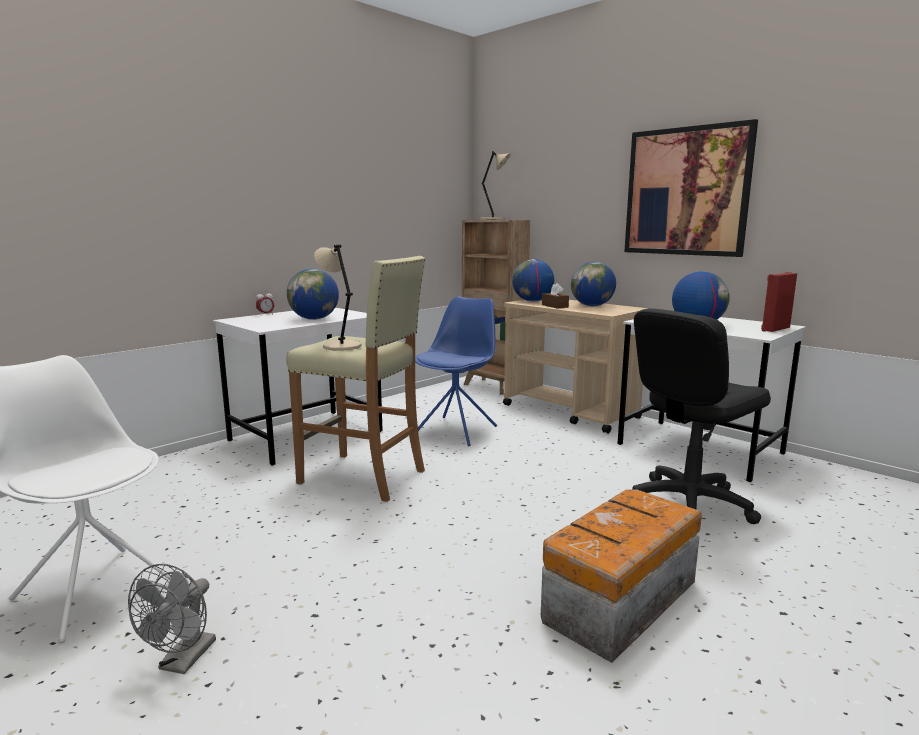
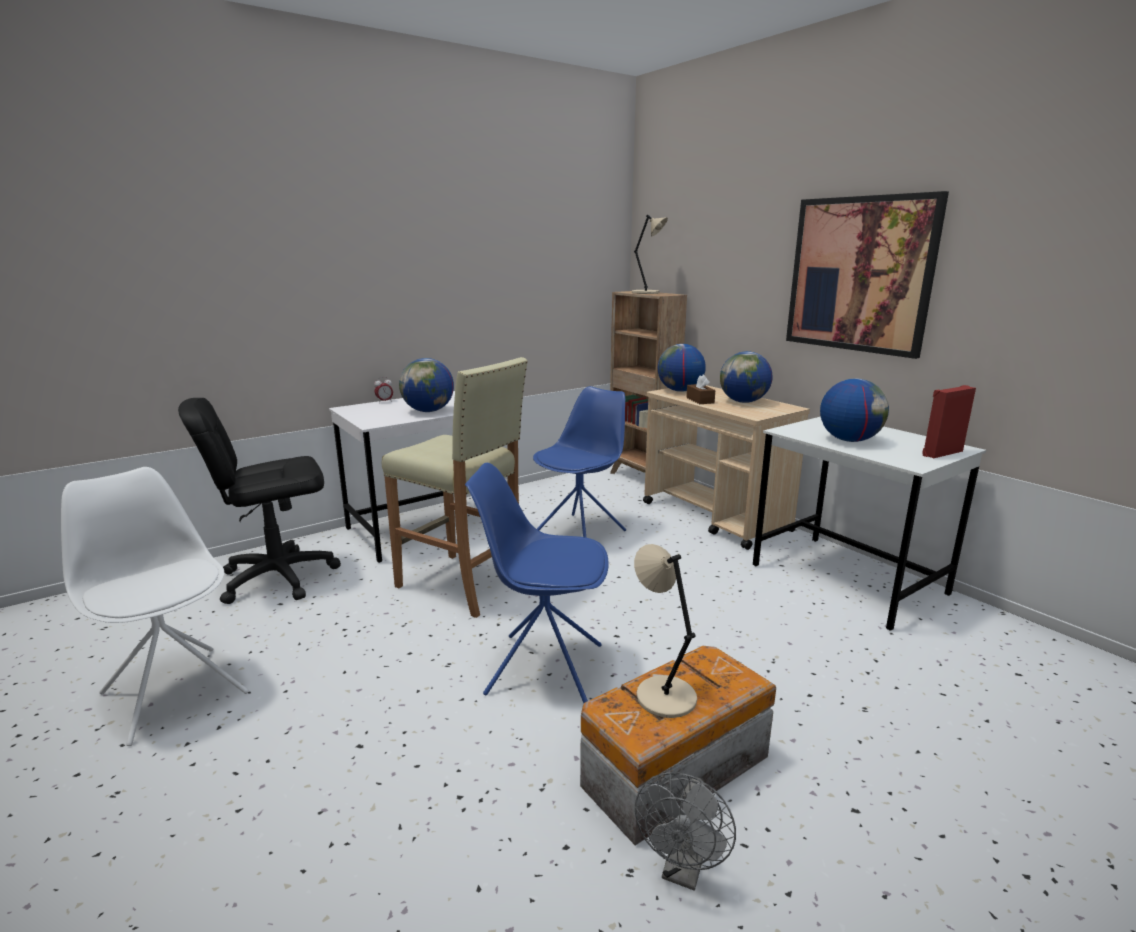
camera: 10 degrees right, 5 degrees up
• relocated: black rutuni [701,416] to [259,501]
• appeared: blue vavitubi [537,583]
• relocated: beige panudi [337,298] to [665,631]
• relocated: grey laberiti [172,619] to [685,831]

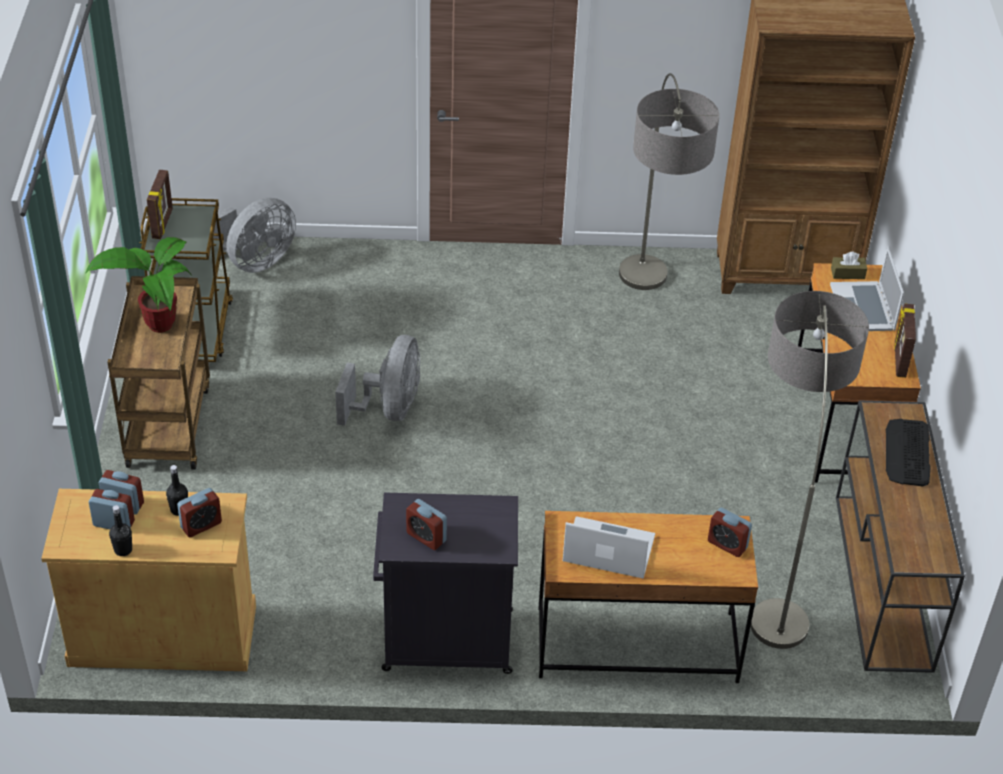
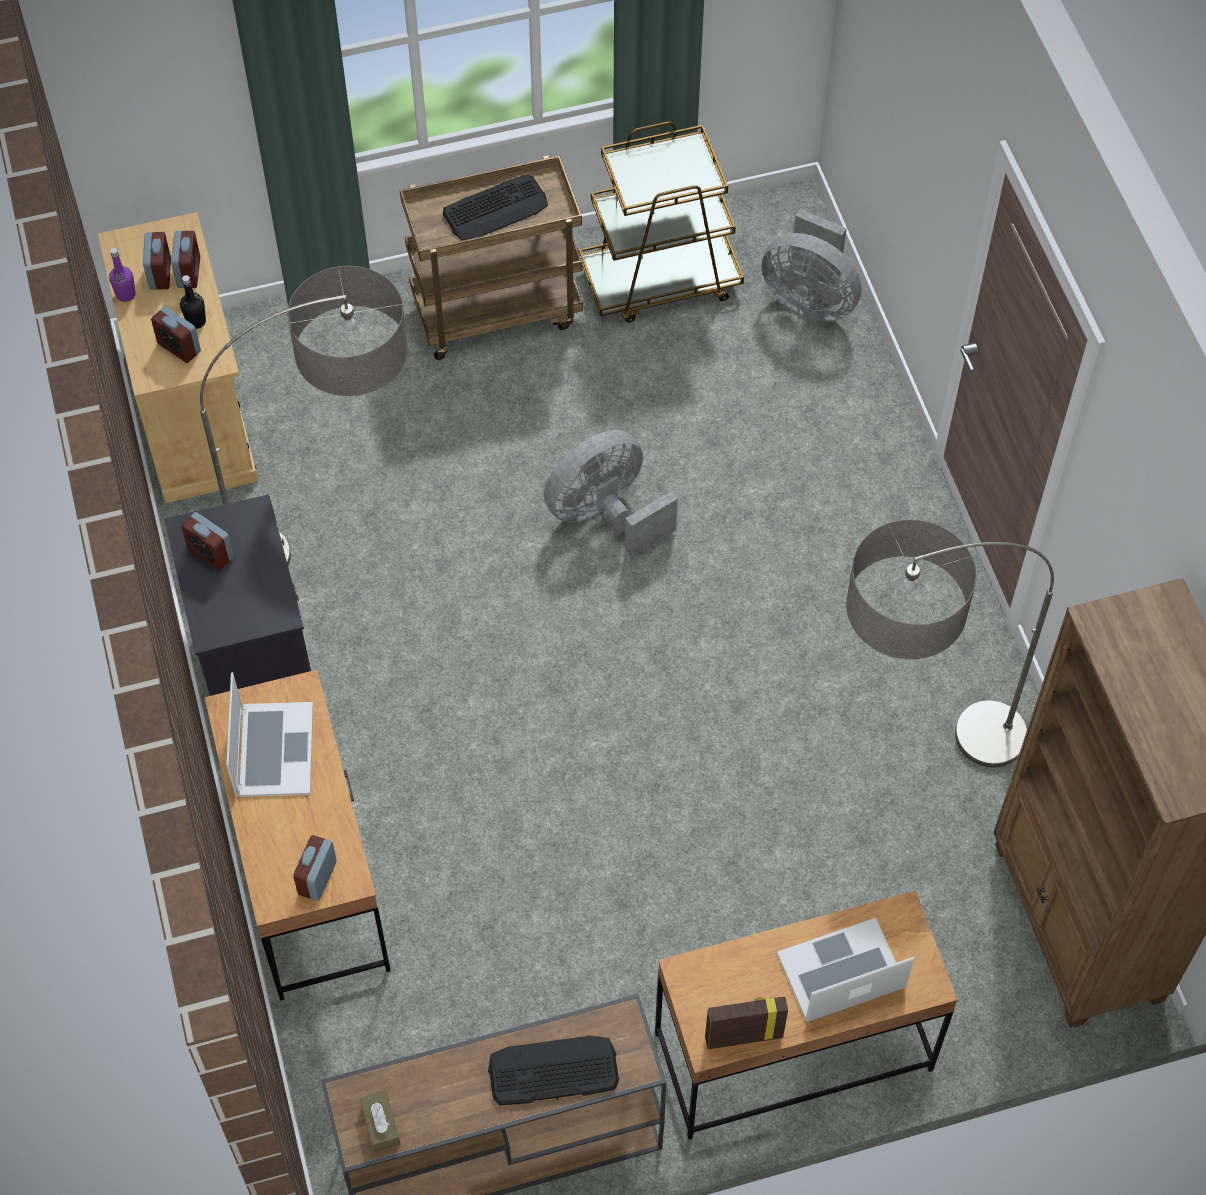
camera: 75 degrees right, 15 degrees up
• colour: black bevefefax [120,530] to purple bevefefax [122,275]
• spun: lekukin [426,524] = [207,541] 75 degrees counterclockwise
• relocated: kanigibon [809,470] to [304,416]
• relocated: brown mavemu [849,265] to [380,1121]
• exchanged: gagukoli [138,285] to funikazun [495,207]
• spun: grey laberiti [377,380] = [611,493] 150 degrees clockwise
• missing: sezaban [160,204]

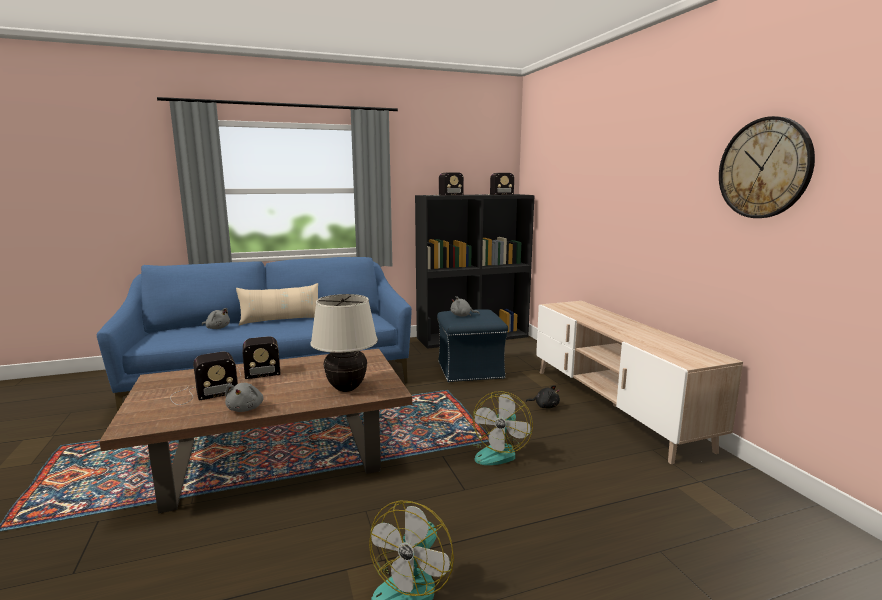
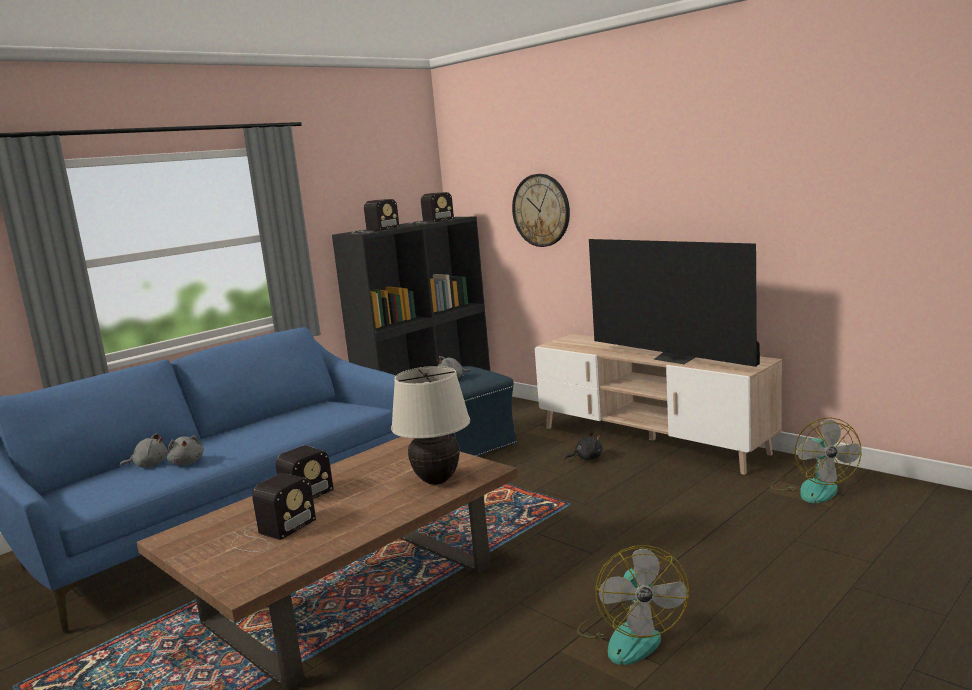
camera: 25 degrees left, 0 degrees up
• relocated: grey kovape [244,397] to [185,450]
• relocated: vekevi [767,167] to [541,210]
• appeared: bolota [674,303]
• relocated: laberiti [502,428] to [816,460]
• missing: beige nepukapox [277,304]

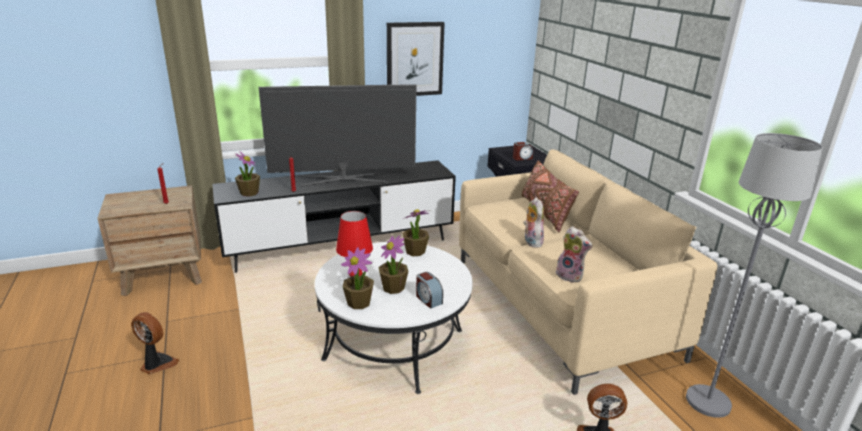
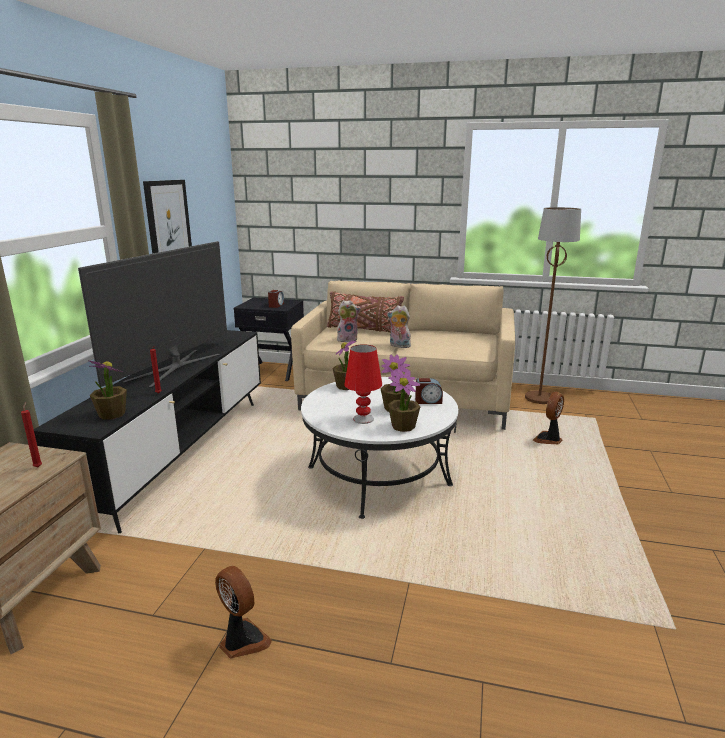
camera: 55 degrees left, 5 degrees down
• spun: laberiti [155,343] = [243,612] 75 degrees clockwise
• relocated: kovape [574,254] to [349,321]
• colour: grey kanigibon [754,275] to brown kanigibon [553,305]

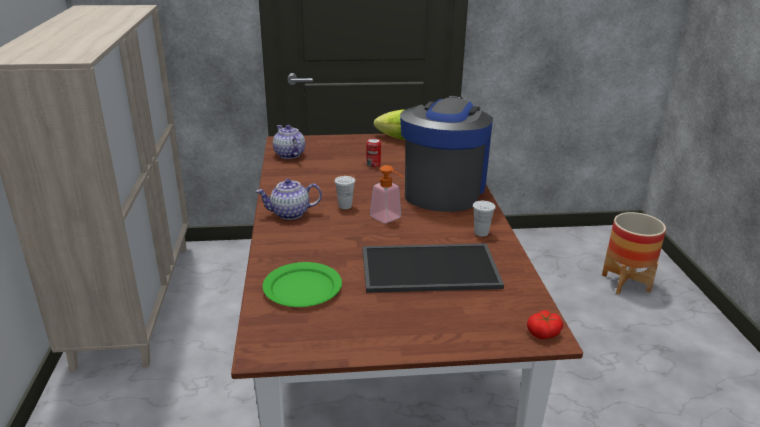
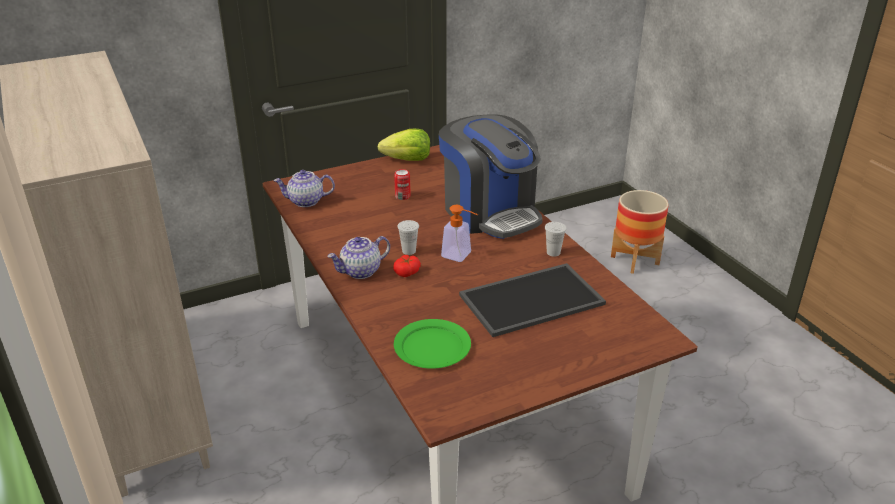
camera: 20 degrees left, 5 degrees up
• spun: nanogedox [289,142] = [304,188] 45 degrees counterclockwise
• relocated: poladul [545,324] to [407,266]
• spun: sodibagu [446,154] = [491,176] 150 degrees clockwise

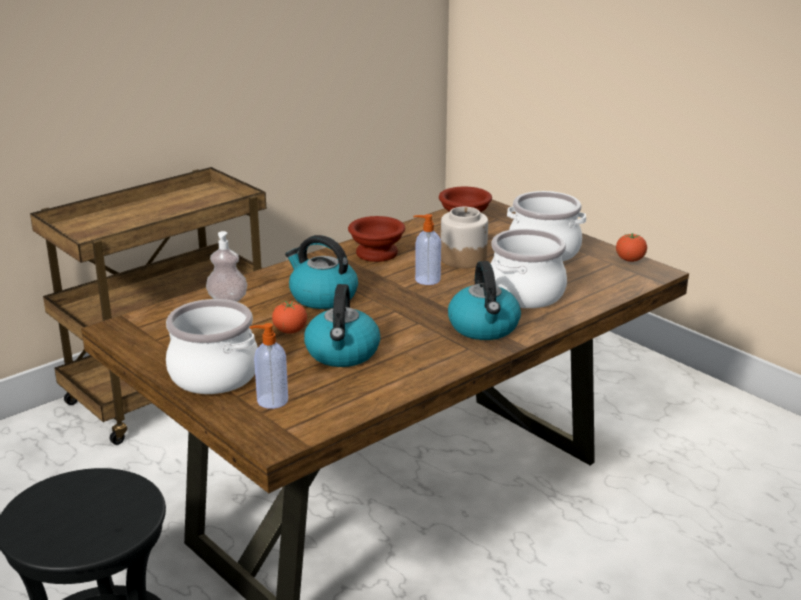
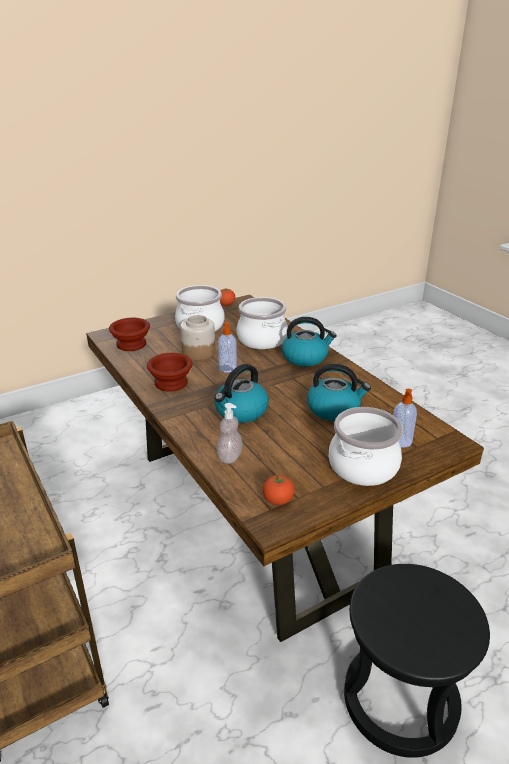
camera: 80 degrees left, 5 degrees up
• relocated: poladul [289,317] to [279,489]

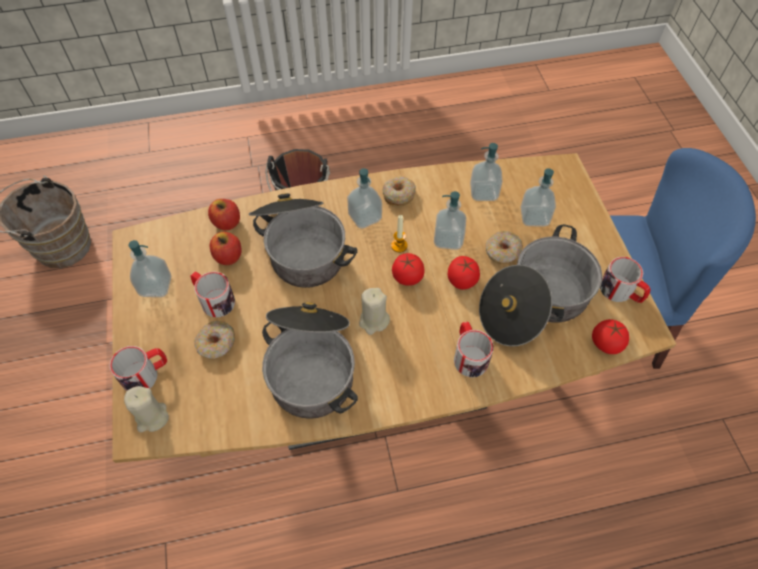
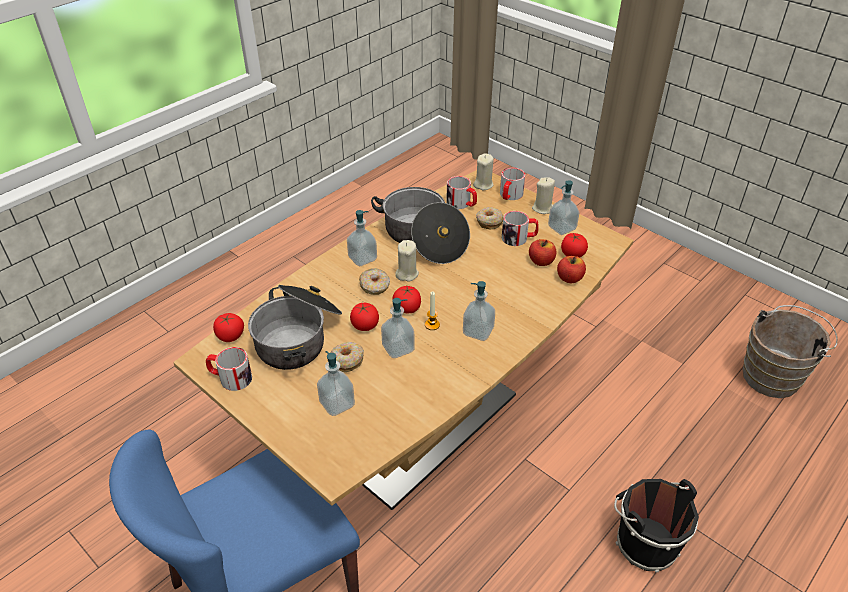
camera: 145 degrees right, 15 degrees down
• relocated: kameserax [486,172] to [362,238]
• relocated: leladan [399,192] to [374,281]
• relocated: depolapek [474,349] to [461,192]
• appeared: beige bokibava [543,195]
• appeared: poladul [574,245]
• missing: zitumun [303,240]

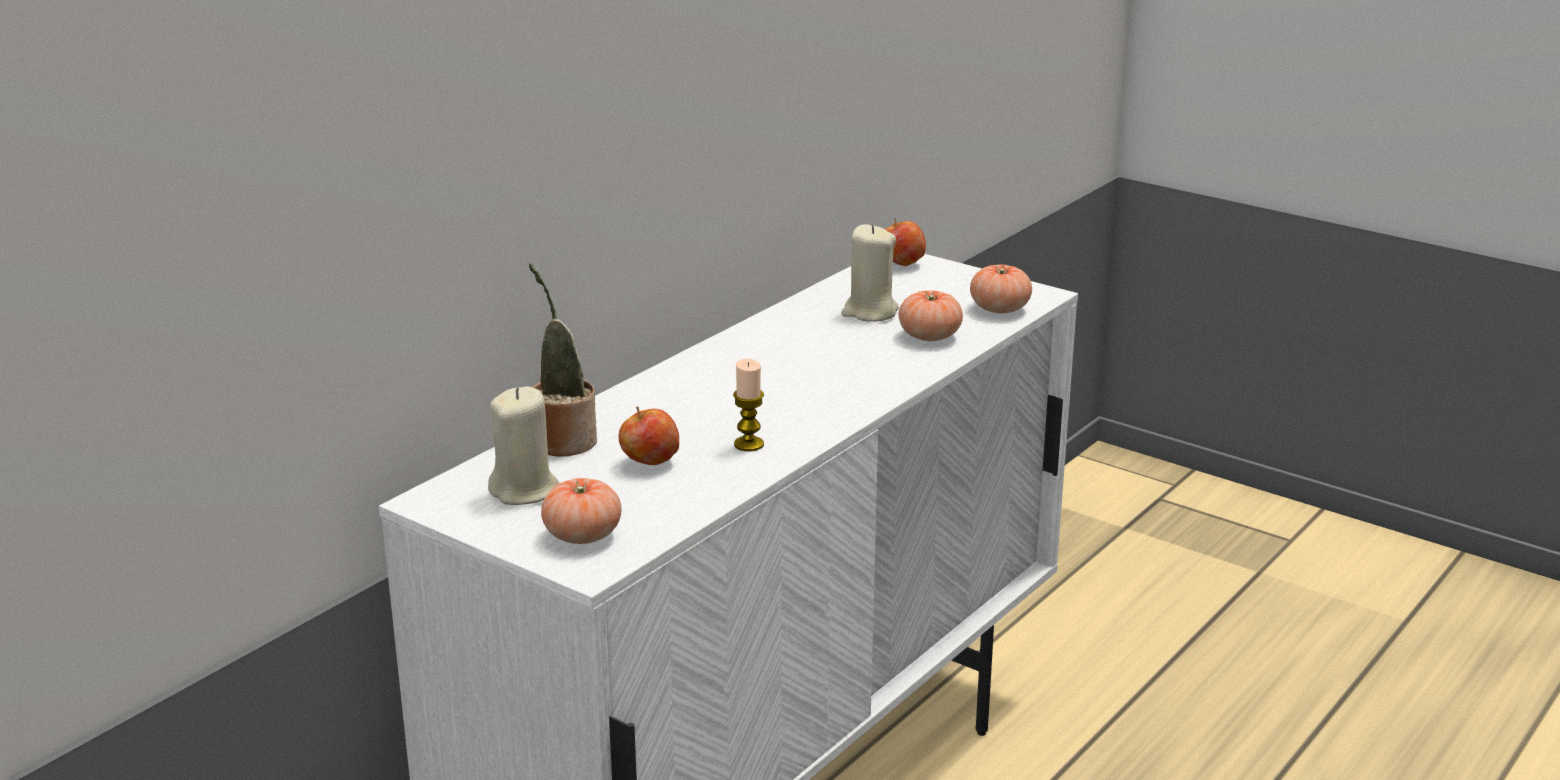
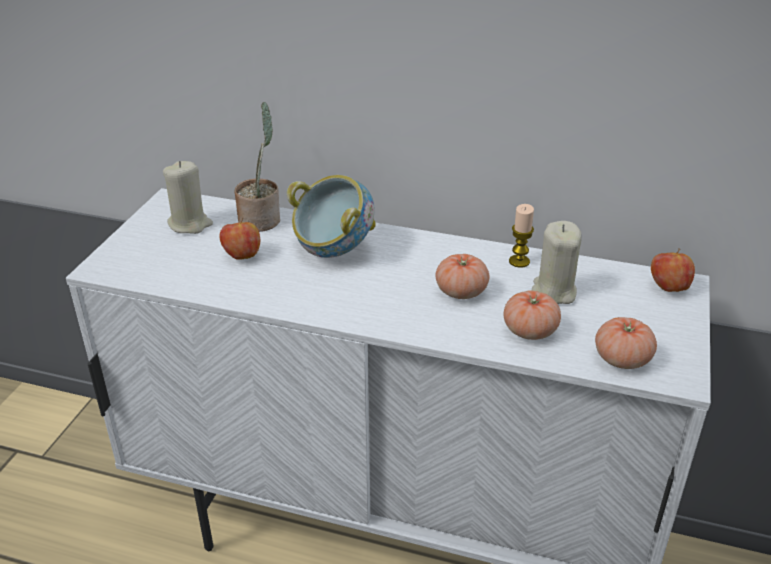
camera: 70 degrees right, 10 degrees up
• appeared: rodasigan [331,216]
• relocated: poladul [581,511] to [462,276]
• relocated: bokibava [748,405] to [521,236]

